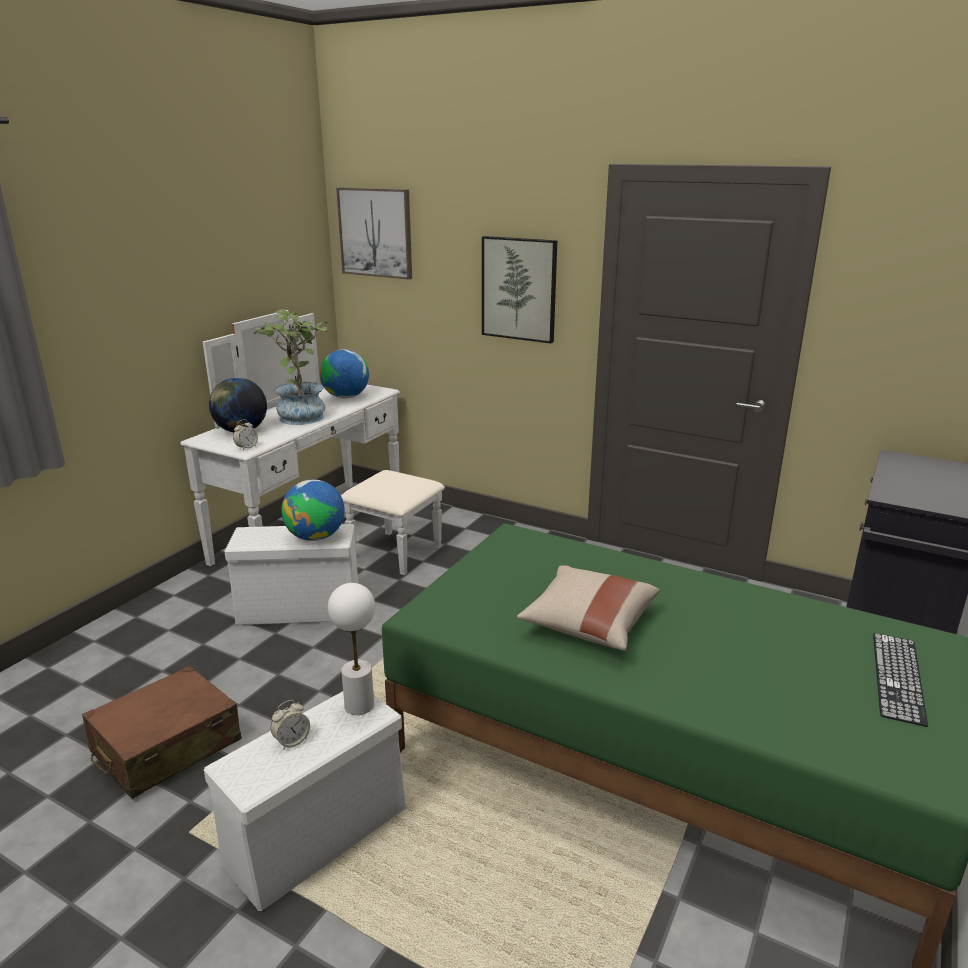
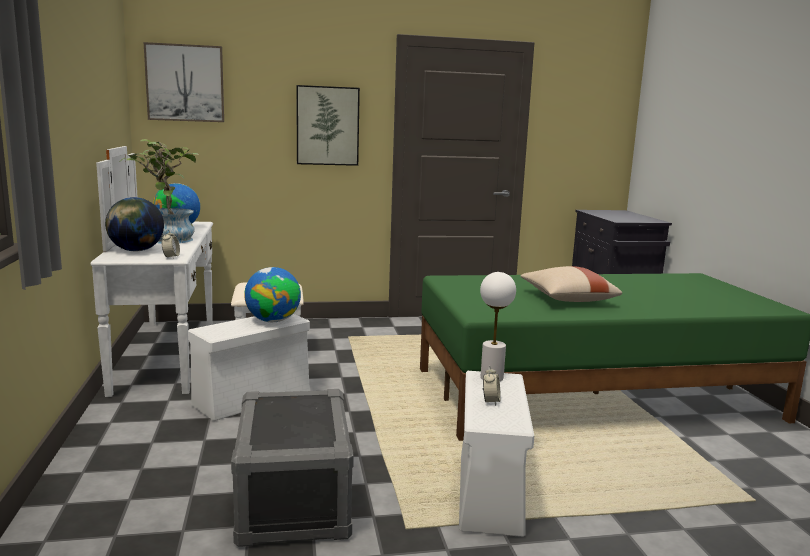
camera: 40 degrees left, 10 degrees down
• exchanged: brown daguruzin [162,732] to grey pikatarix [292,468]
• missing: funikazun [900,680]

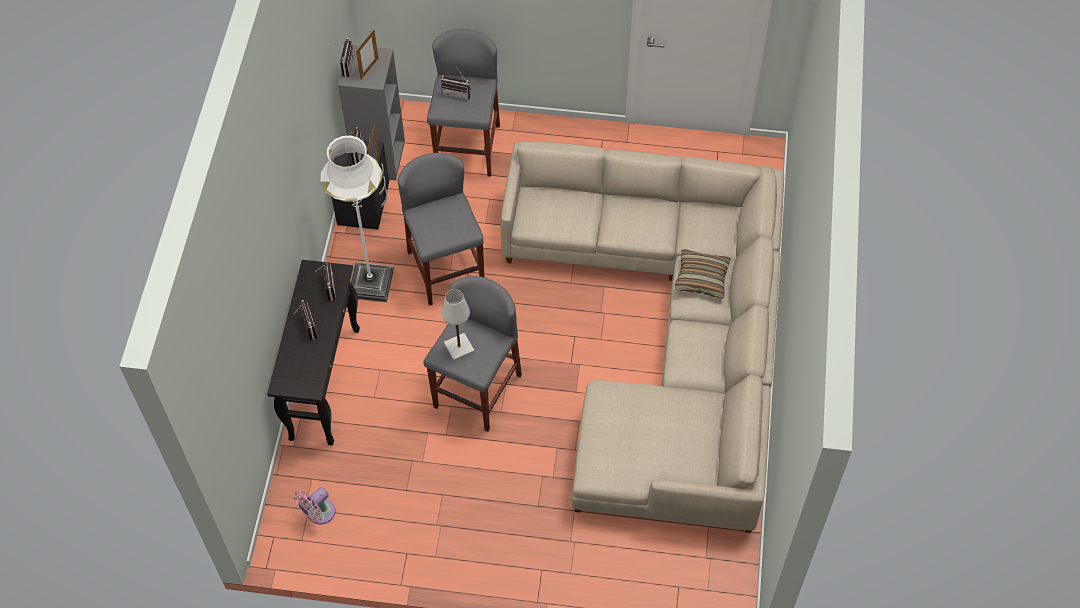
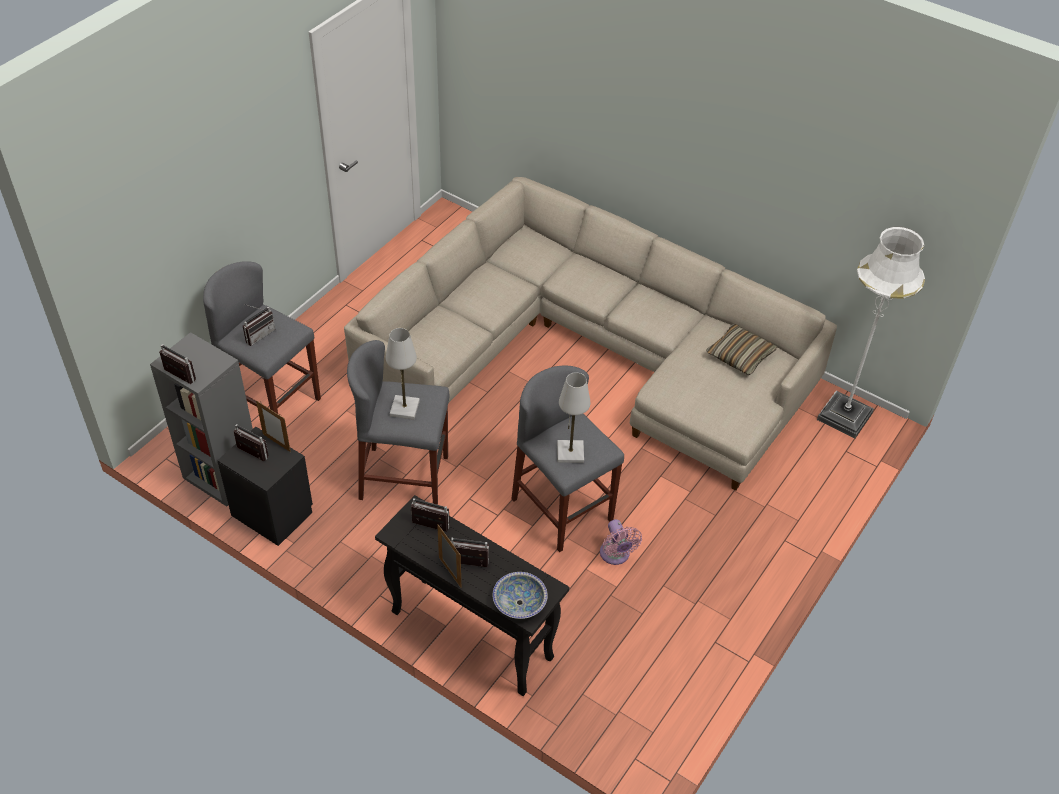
camera: 65 degrees left, 10 degrees down
• appeared: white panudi [403,373]
• relocated: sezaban [367,55] to [449,556]
• appeared: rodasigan [520,595]
• relocated: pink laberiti [314,506] to [621,542]
• relocated: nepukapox [703,273] to [741,349]
• relocated: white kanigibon [357,218] to [871,332]

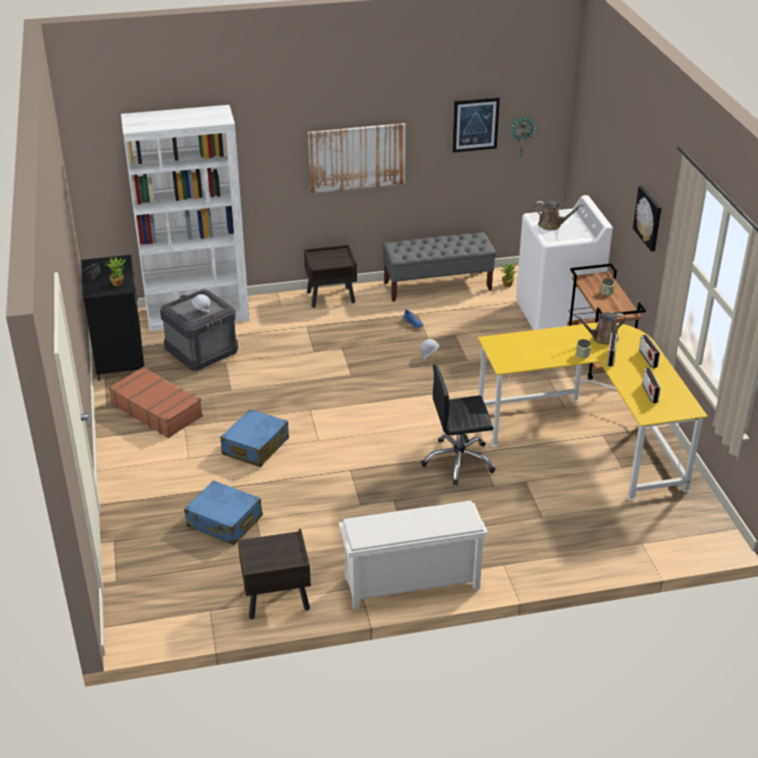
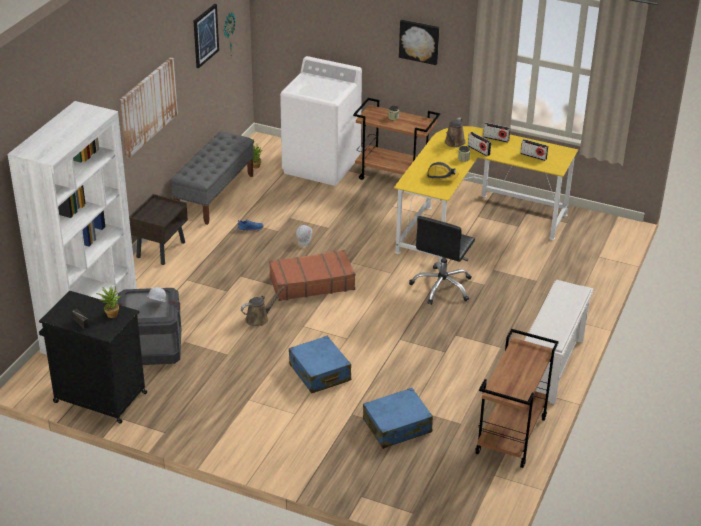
camera: 55 degrees left, 0 degrees up
• relocated: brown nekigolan [559,215] to [263,306]
• relocated: brown daguruzin [155,402] to [312,275]
• appeared: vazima [442,171]
• exchanged: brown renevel [274,574] to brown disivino [517,398]

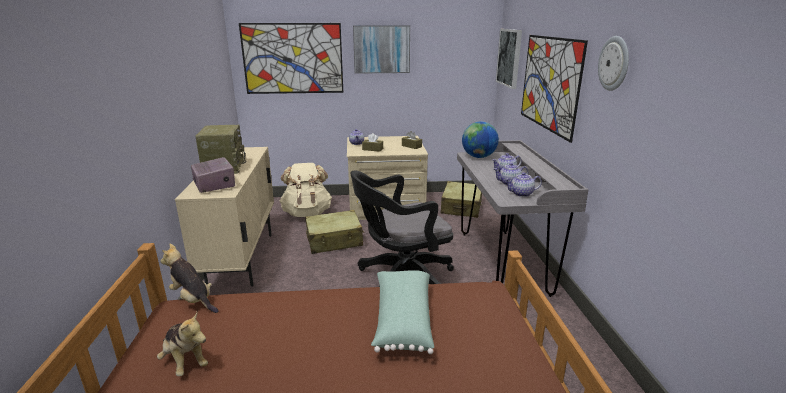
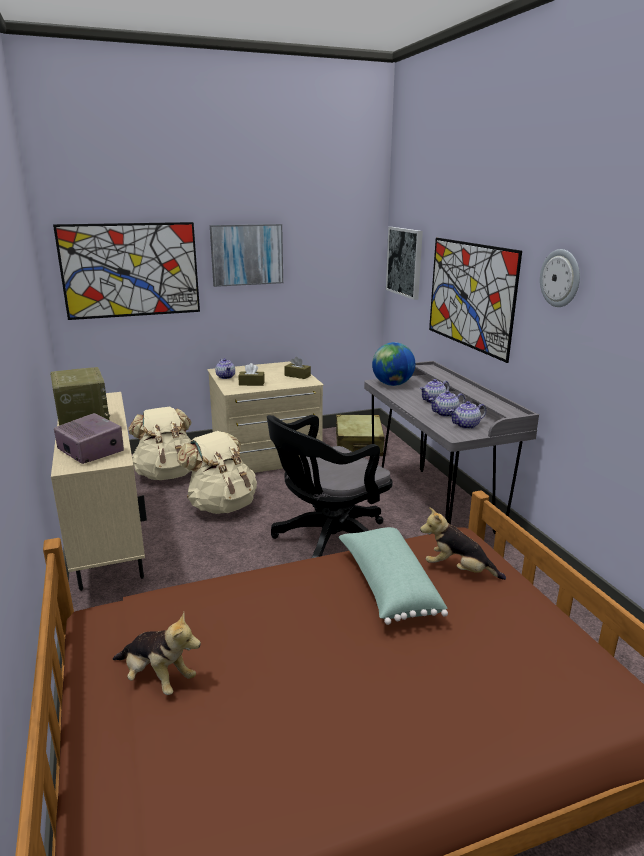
camera: 15 degrees left, 0 degrees up
• exchanged: beige daguruzin [334,232] to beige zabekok [217,472]
• relocated: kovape [189,278] to [463,543]

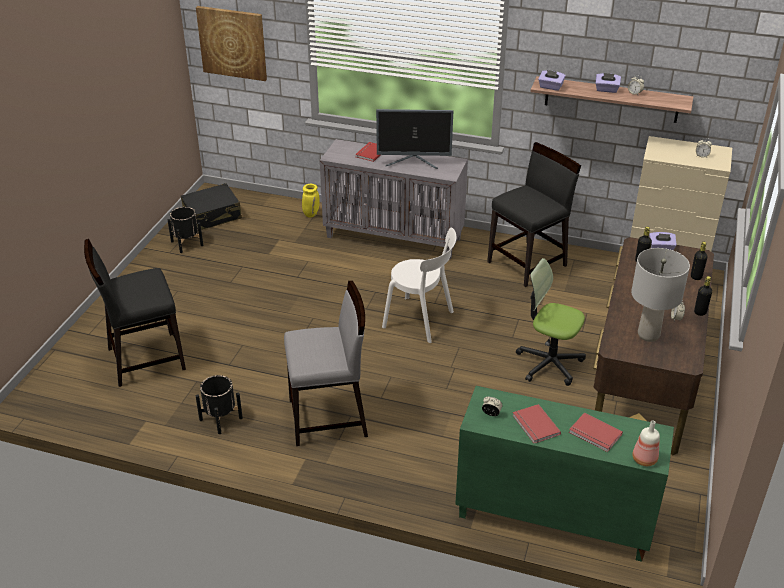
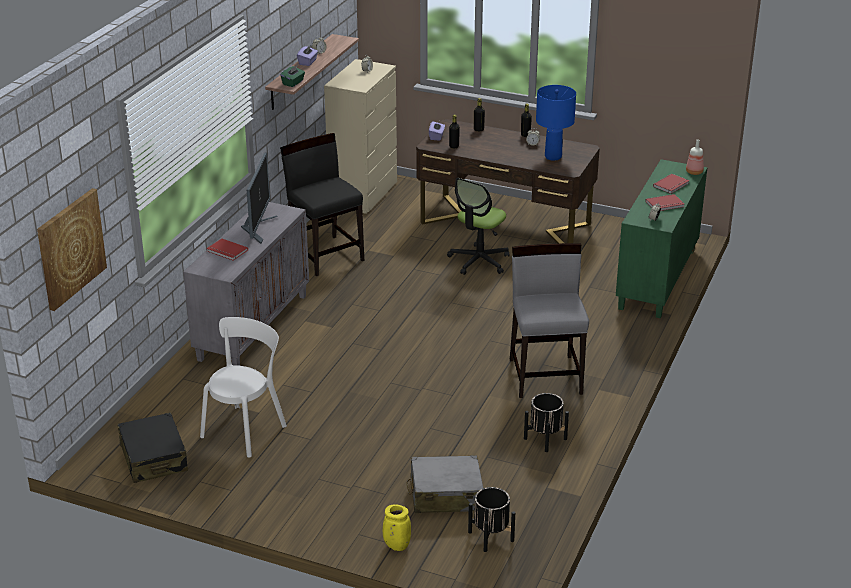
camera: 85 degrees left, 5 degrees down
• relocated: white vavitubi [419,285] to [243,387]
• colour: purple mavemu [552,80] to green mavemu [292,76]
• relocated: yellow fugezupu [310,200] to [397,527]
• exchanged: black vavitubi [135,313] to grey daguruzin [444,484]
• relocated: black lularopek [185,230] to [491,519]
• colour: grey panudi [660,295] to blue panudi [556,123]

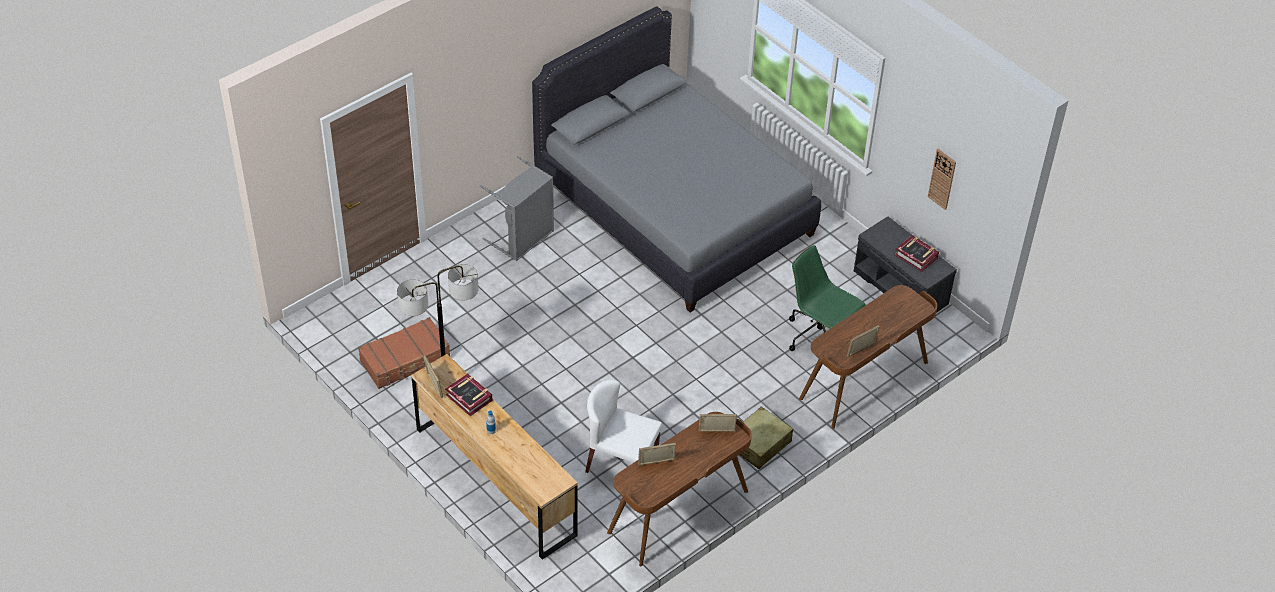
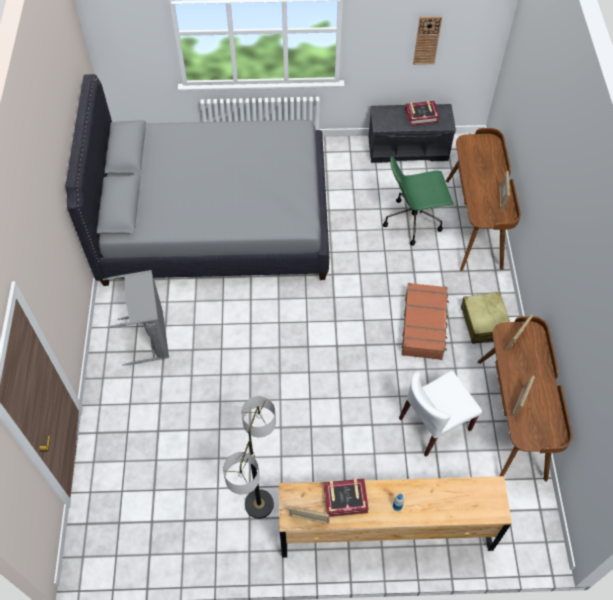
camera: 50 degrees left, 10 degrees up
• relocated: brown daguruzin [404,353] to [425,321]

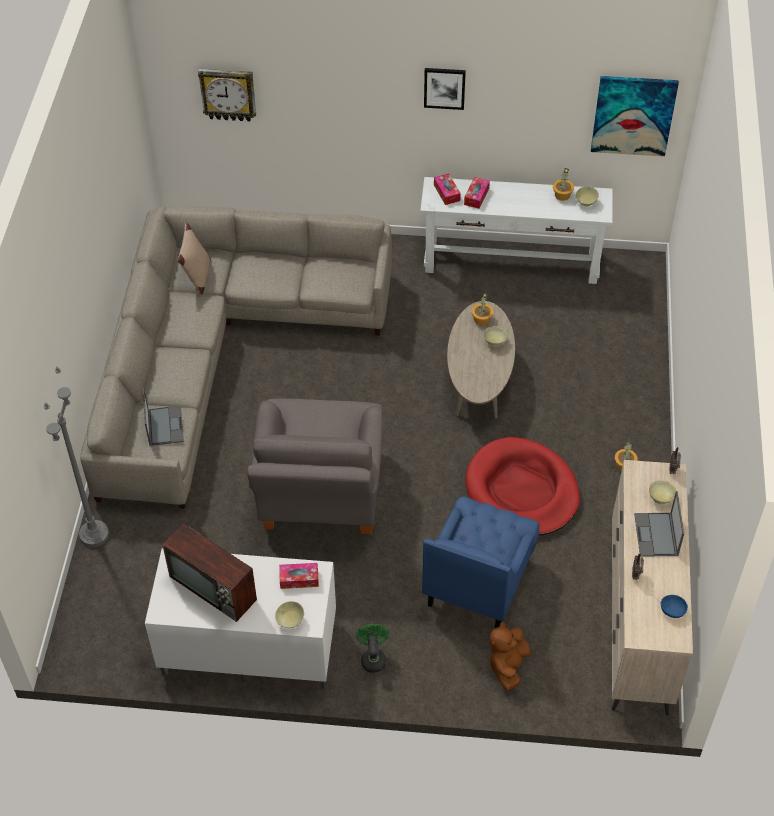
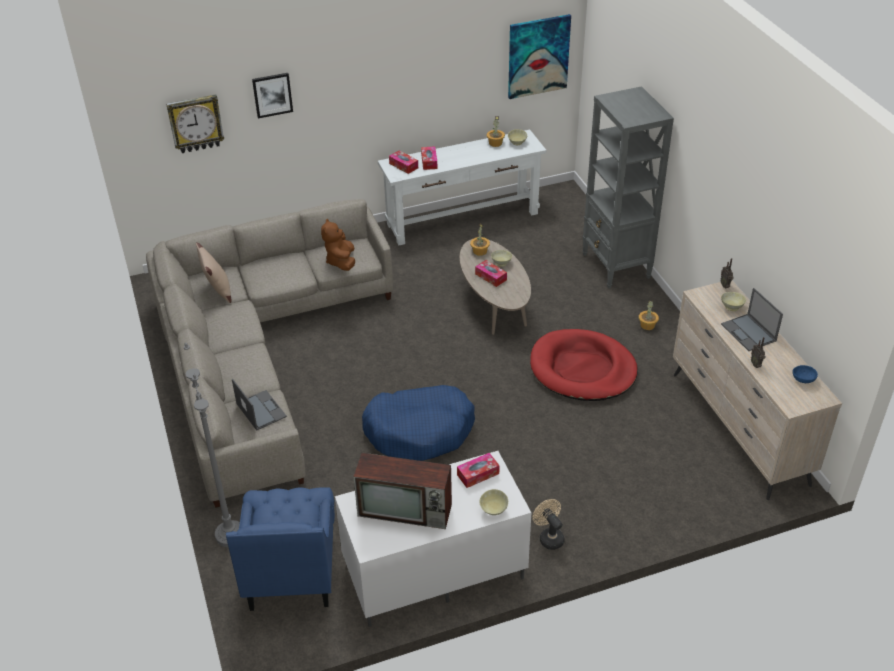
camera: 25 degrees left, 10 degrees down
• relocated: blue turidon [481,562] to [280,549]
• relocated: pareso [445,89] to [272,95]
• relocated: brown kovape [510,656] to [338,245]
• exchanged: grey turidon [315,466] to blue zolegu [418,423]
• appeared: mavemu [491,273]
• colour: green laberiti [372,648] to beige laberiti [549,524]
• appeared: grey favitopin [628,187]

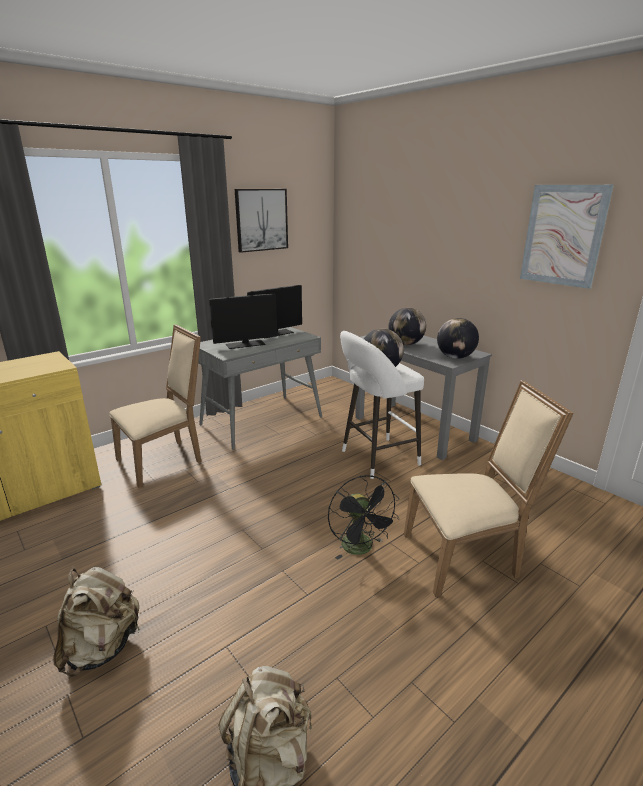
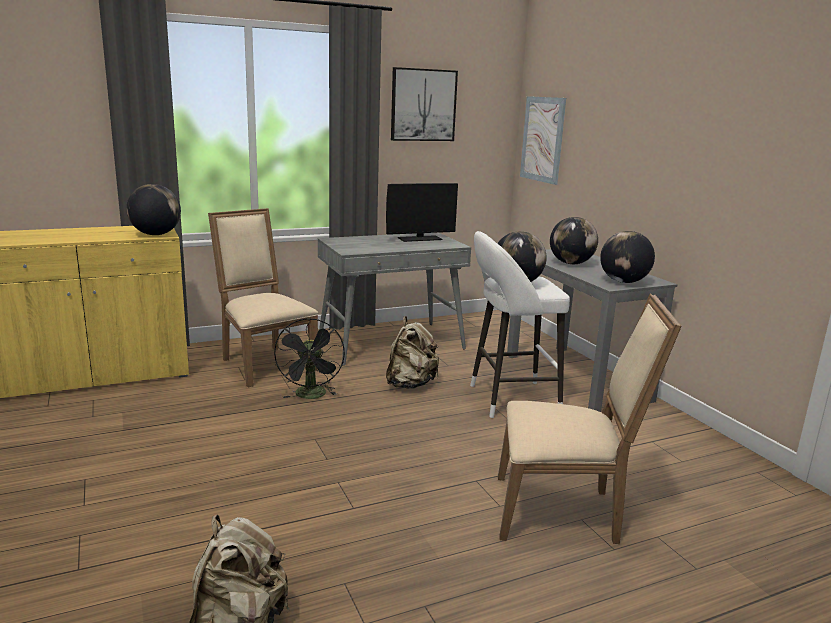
camera: 15 degrees right, 5 degrees down
• appeared: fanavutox [153,209]
• spun: beige vavitubi [155,406] = [263,298] 105 degrees counterclockwise
• relocated: black laberiti [363,517] to [309,358]
• relocated: beige zabekok [97,622] to [412,352]
• relocated: pareso [567,237] to [543,140]
• missing: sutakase [243,321]

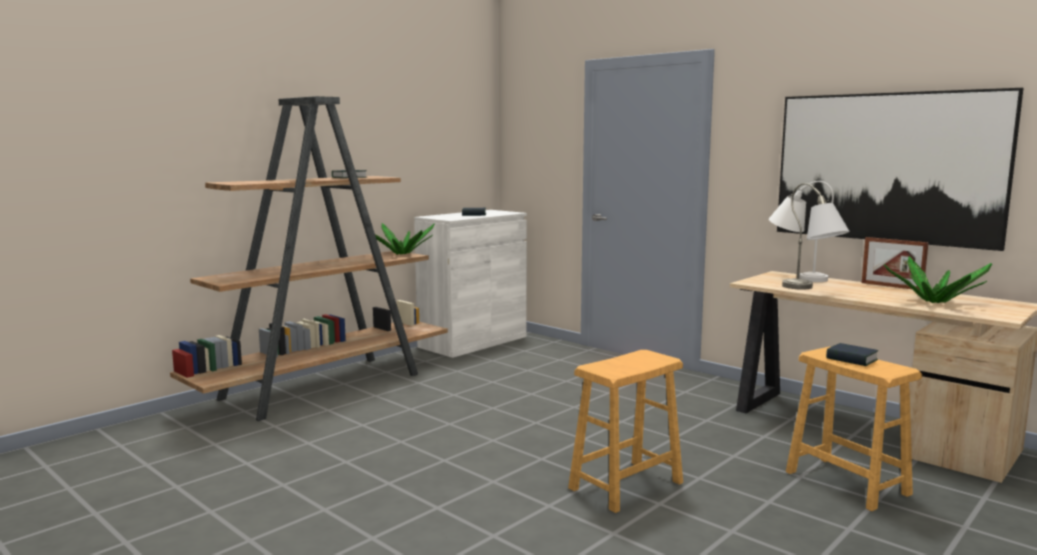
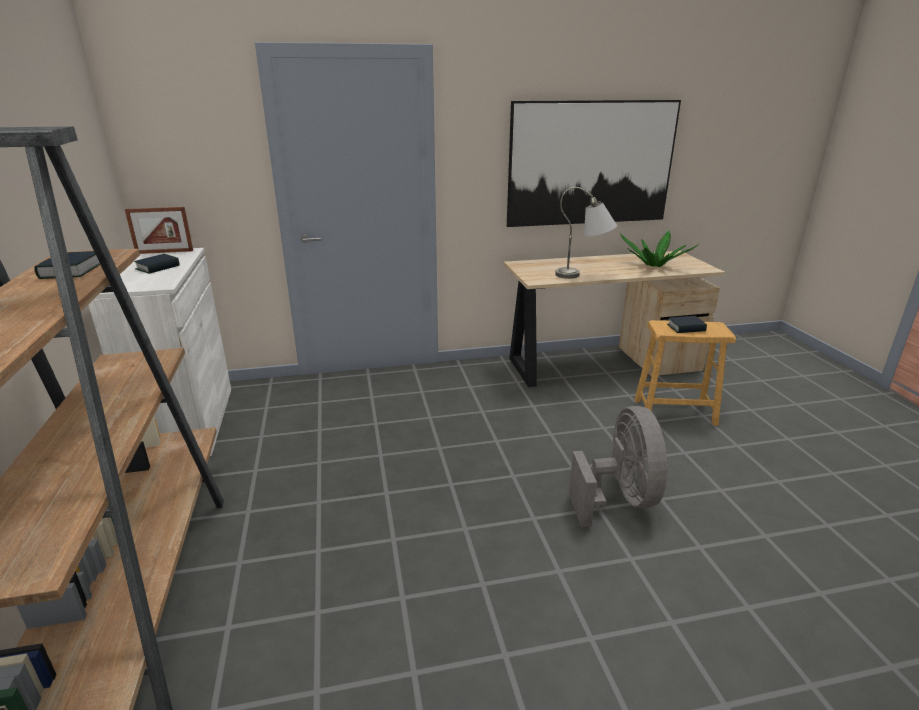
camera: 55 degrees left, 15 degrees up
• relocated: sezaban [895,263] to [159,230]
• exchanged: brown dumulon [625,431] to grey laberiti [618,466]
• missing: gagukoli [404,239]
• missing: white panudi [801,231]

